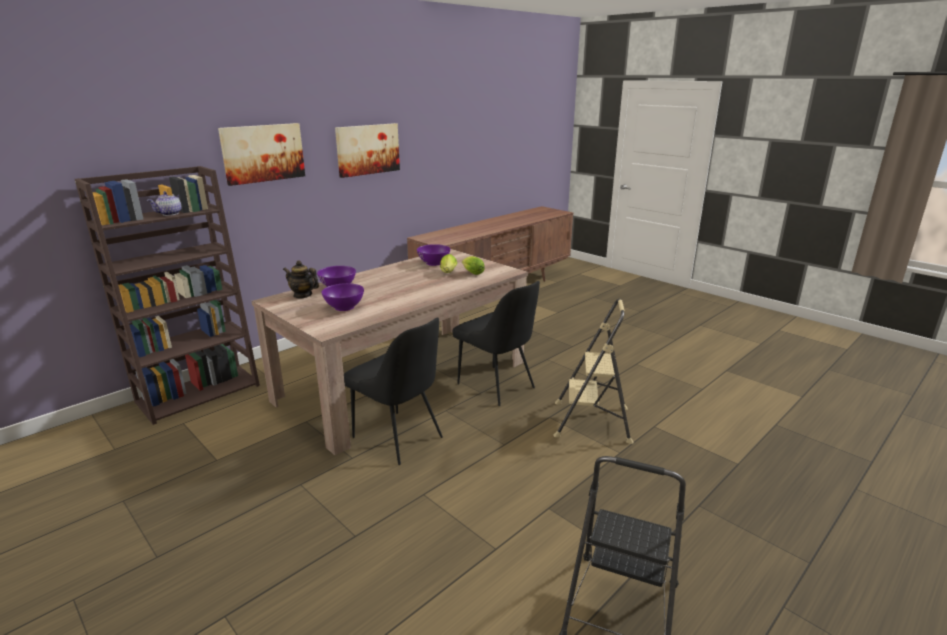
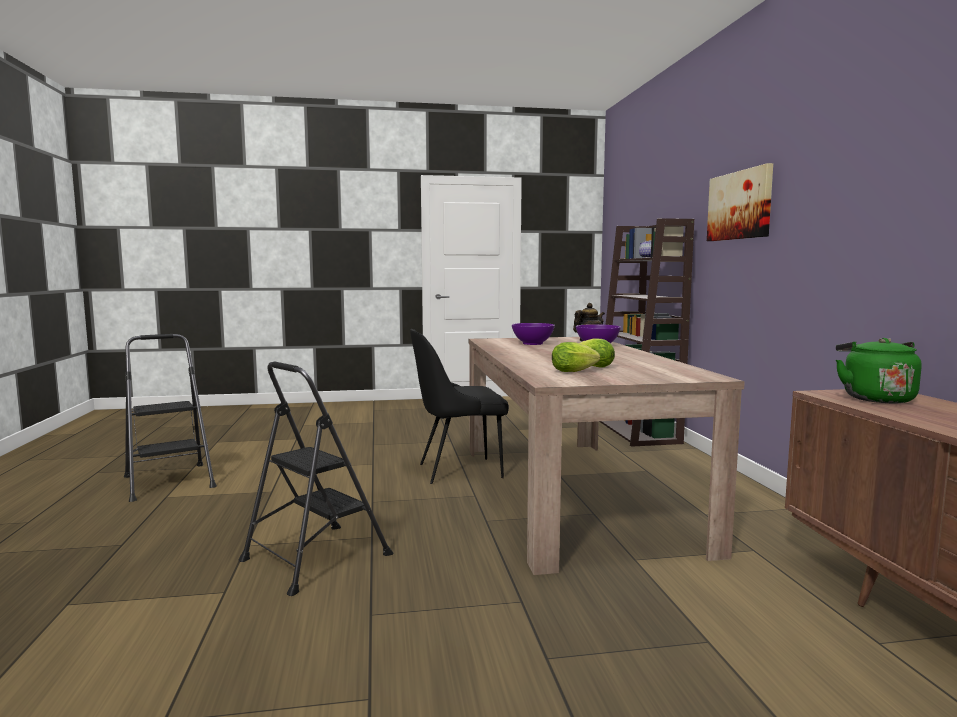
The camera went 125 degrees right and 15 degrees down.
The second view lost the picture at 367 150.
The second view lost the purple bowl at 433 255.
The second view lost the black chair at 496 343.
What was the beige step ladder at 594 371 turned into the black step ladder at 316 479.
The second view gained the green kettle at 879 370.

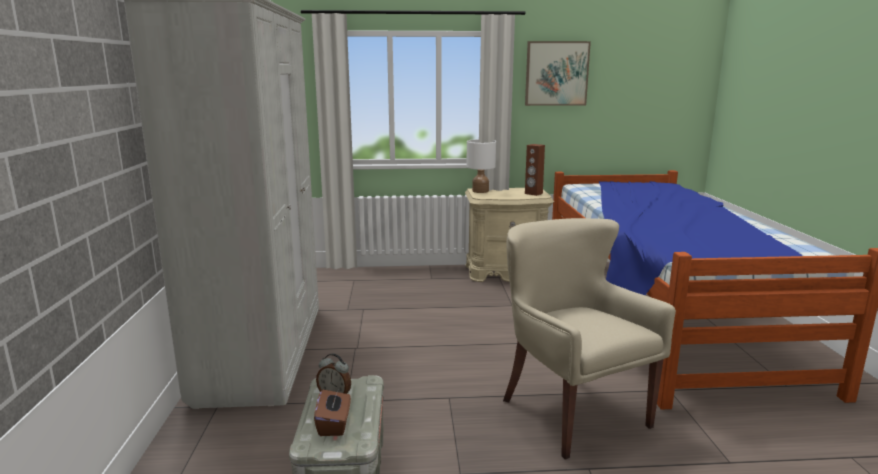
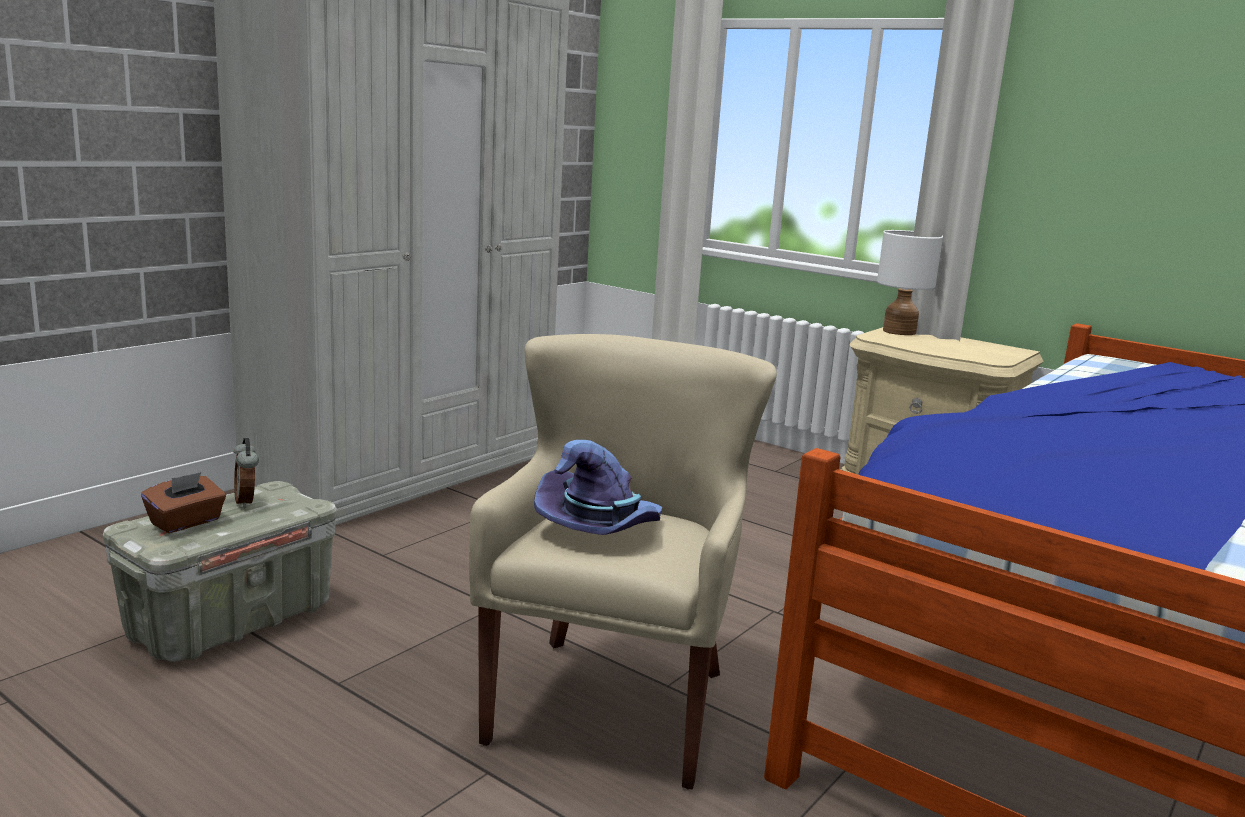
The camera went 40 degrees right and 0 degrees up.
The second view lost the picture at 558 73.
The second view lost the brown speaker at 535 170.
The second view gained the purple hat at 598 487.

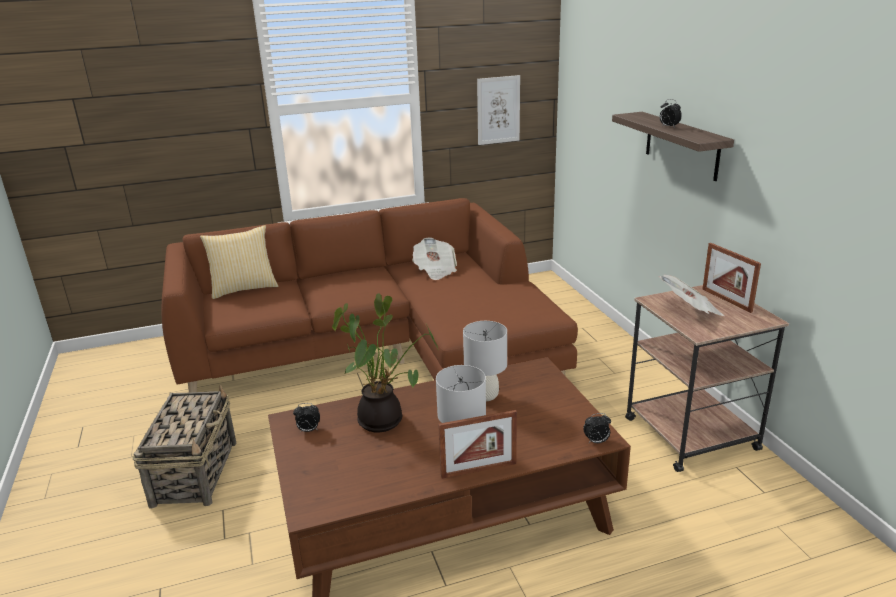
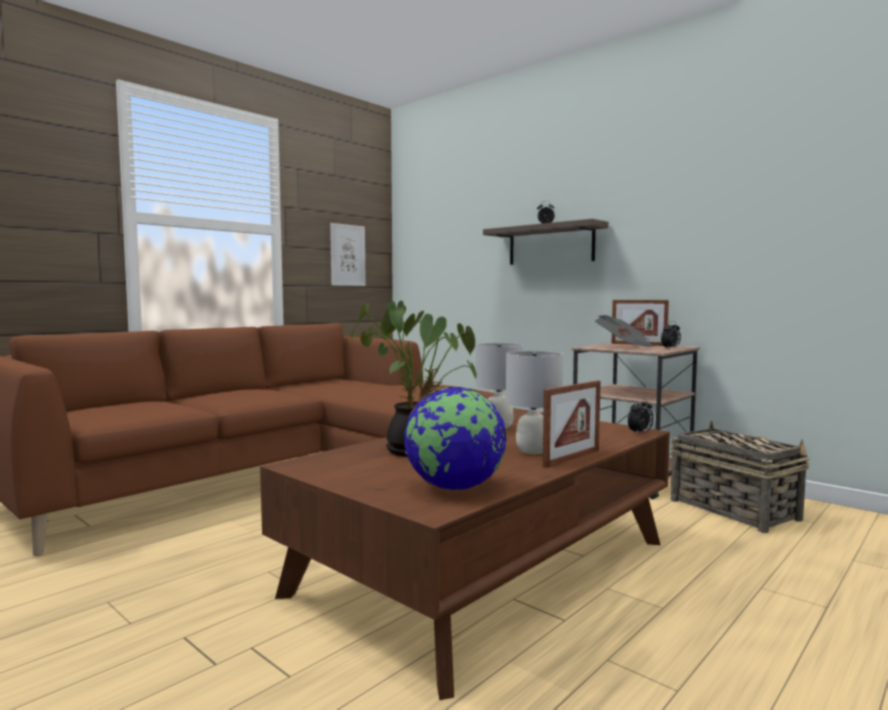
The camera went 30 degrees left and 20 degrees down.
The second view lost the pillow at 239 262.
The second view lost the newspaper at 434 259.
The basket ended up elsewhere, having gone from 185 446 to 740 477.
The alarm clock ended up elsewhere, having gone from 306 417 to 671 335.
The second view gained the globe at 455 438.

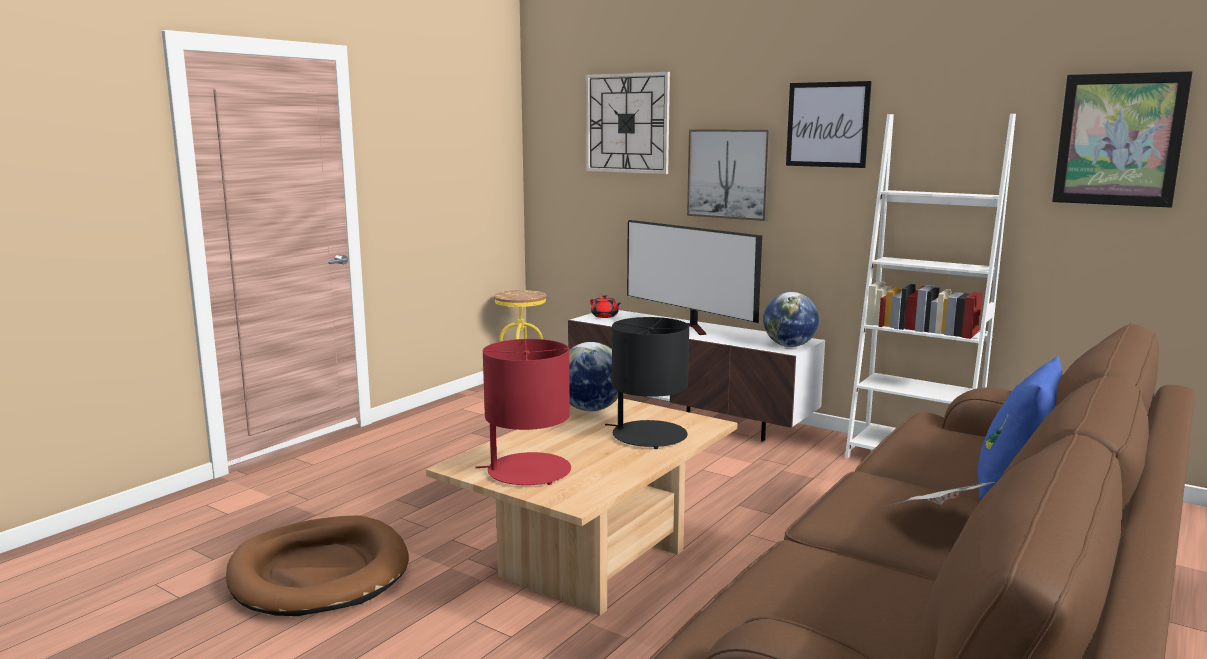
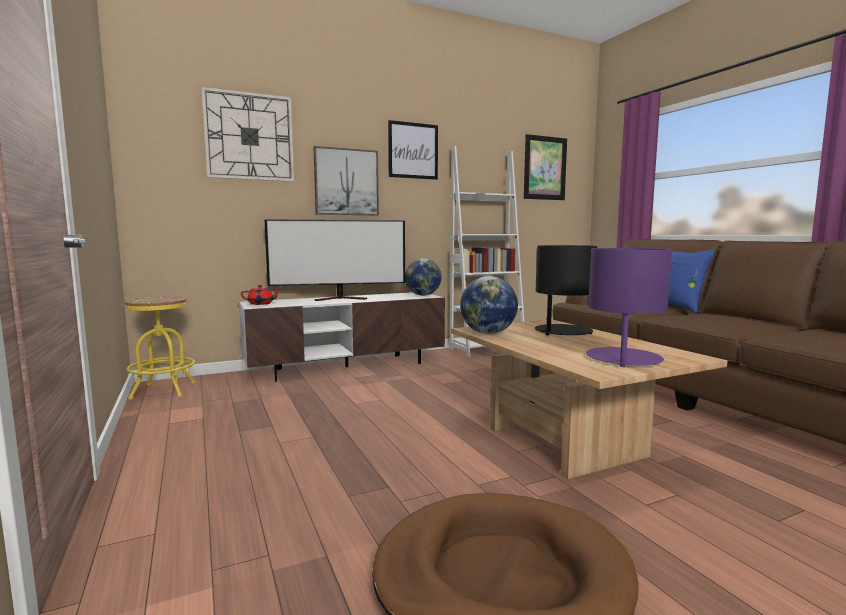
The camera went 60 degrees left and 5 degrees down.
What was the red table lamp at 523 412 turned into the purple table lamp at 629 307.
The second view lost the newspaper at 939 494.

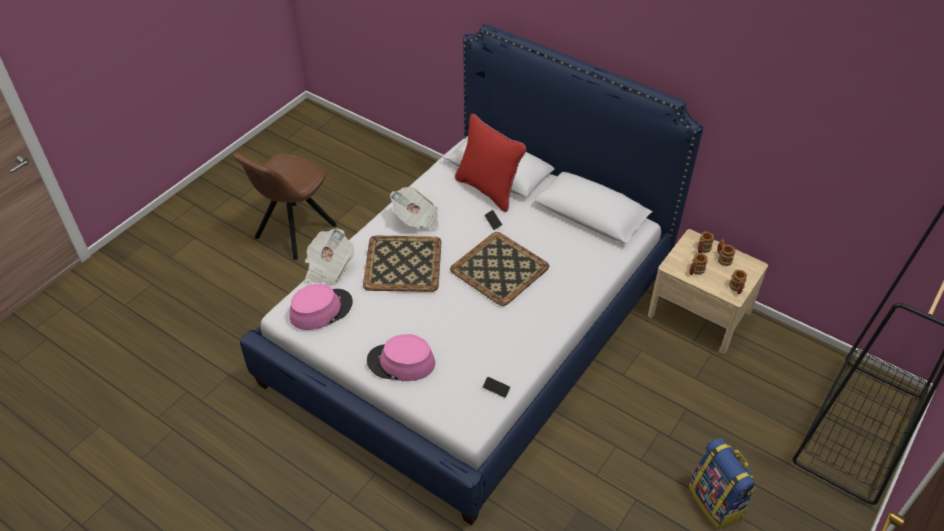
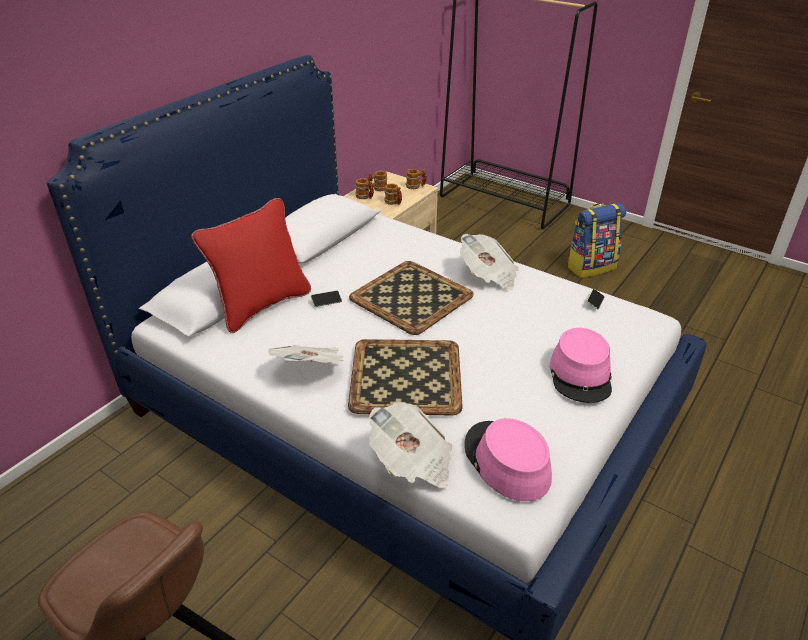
The camera went 90 degrees left and 10 degrees down.
The second view gained the newspaper at 489 262.

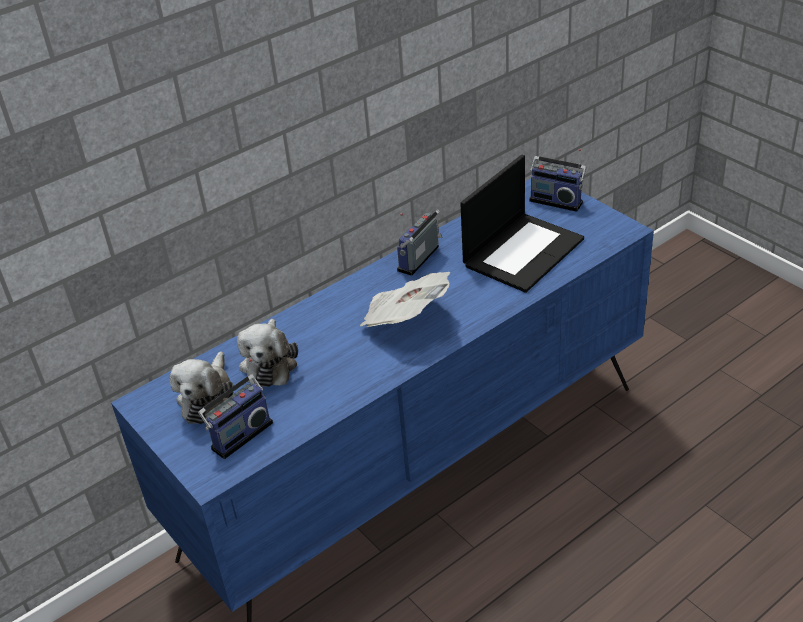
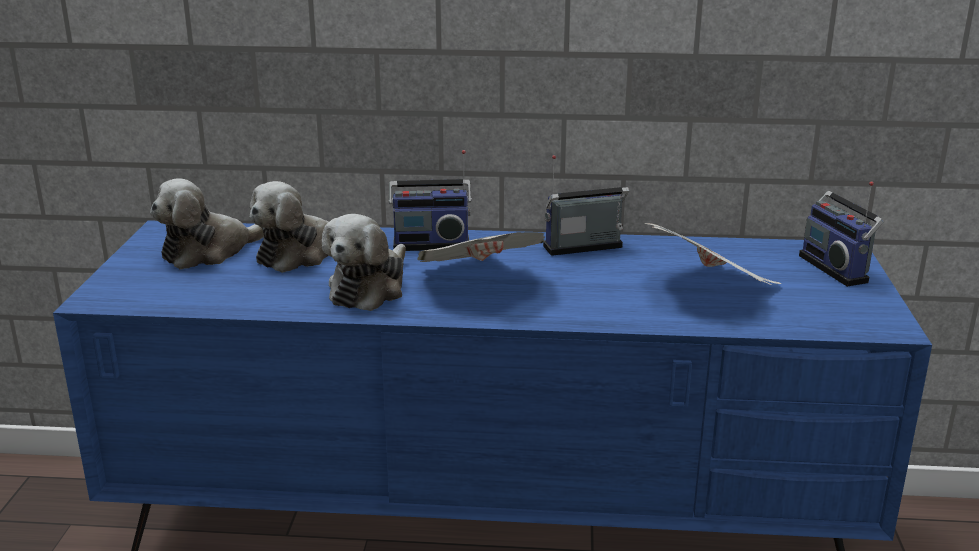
The camera went 40 degrees right and 15 degrees down.
Where the laptop stood at 522 223, the newspaper came to stand at 713 254.
The radio ended up elsewhere, having gone from 235 409 to 430 200.
The second view gained the plush toy at 364 262.

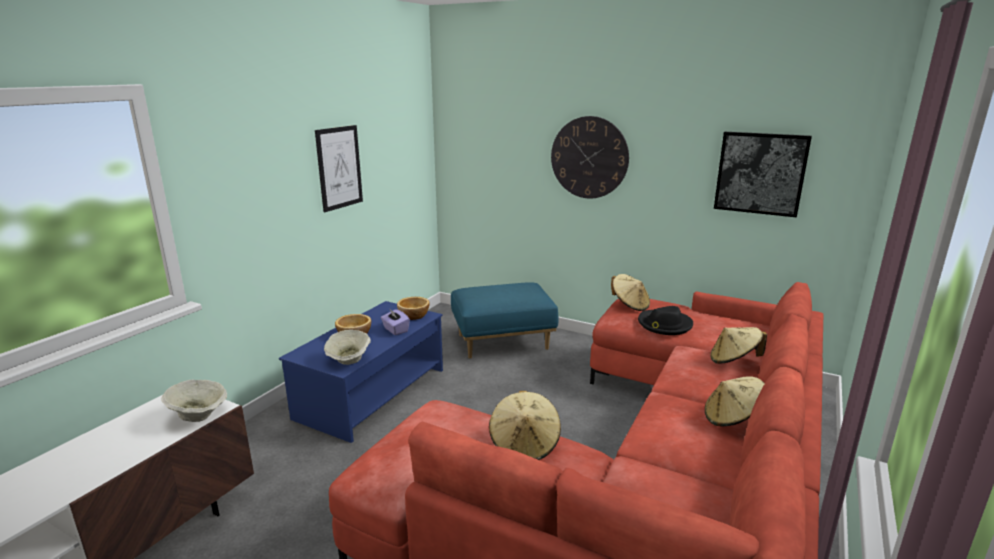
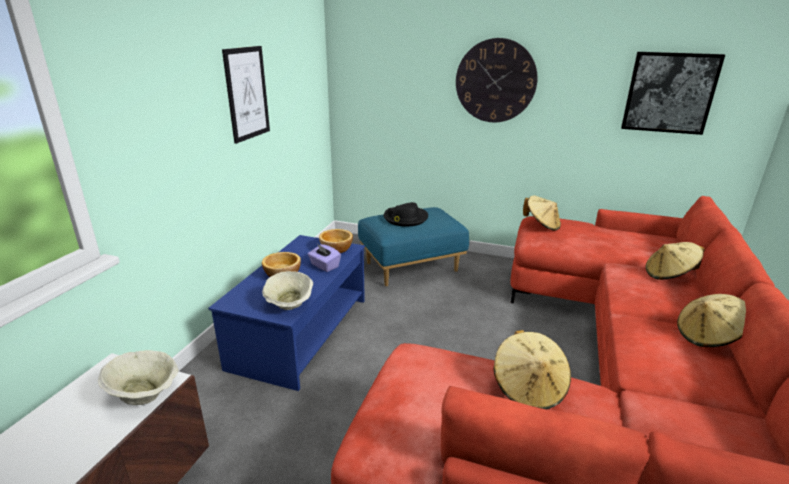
The camera went 10 degrees left and 5 degrees up.
The black hat ended up elsewhere, having gone from 665 320 to 406 214.

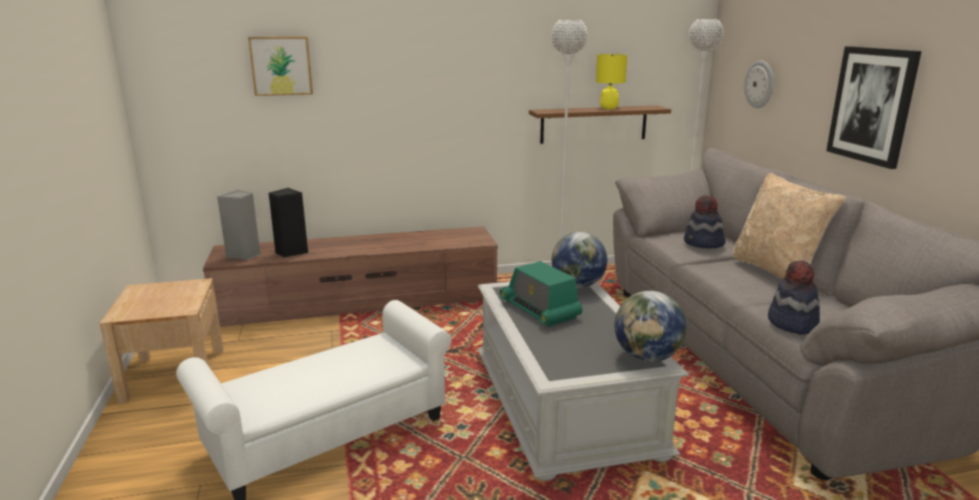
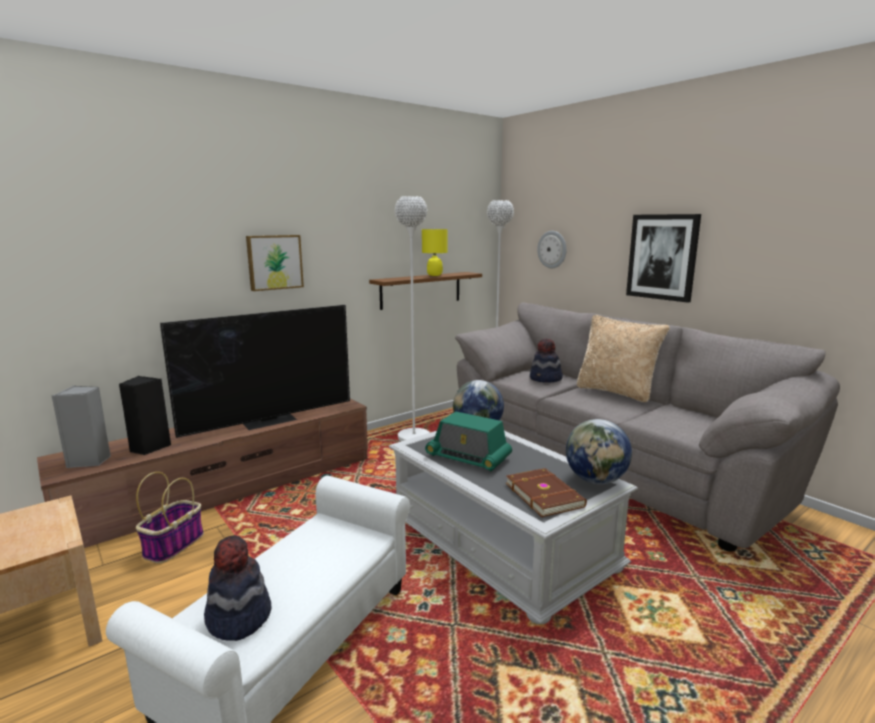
The camera went 25 degrees left and 5 degrees down.
The picture ended up elsewhere, having gone from 280 66 to 275 263.
The hat ended up elsewhere, having gone from 794 297 to 238 588.
The second view gained the television at 255 371.
The second view gained the brown book at 546 492.
The second view gained the basket at 170 517.

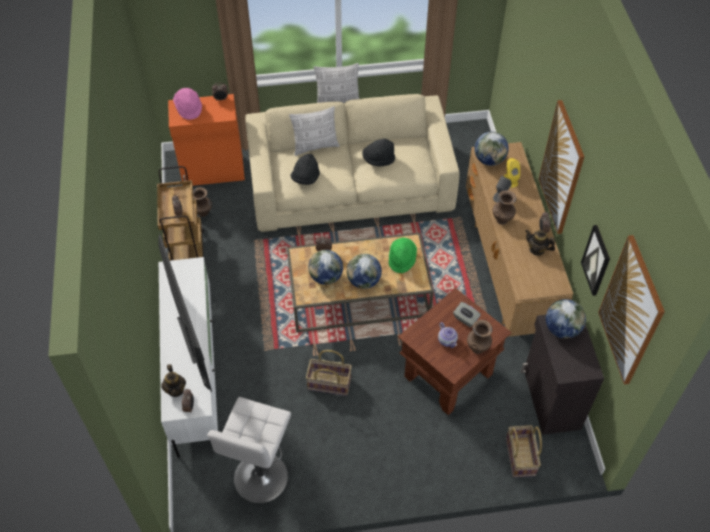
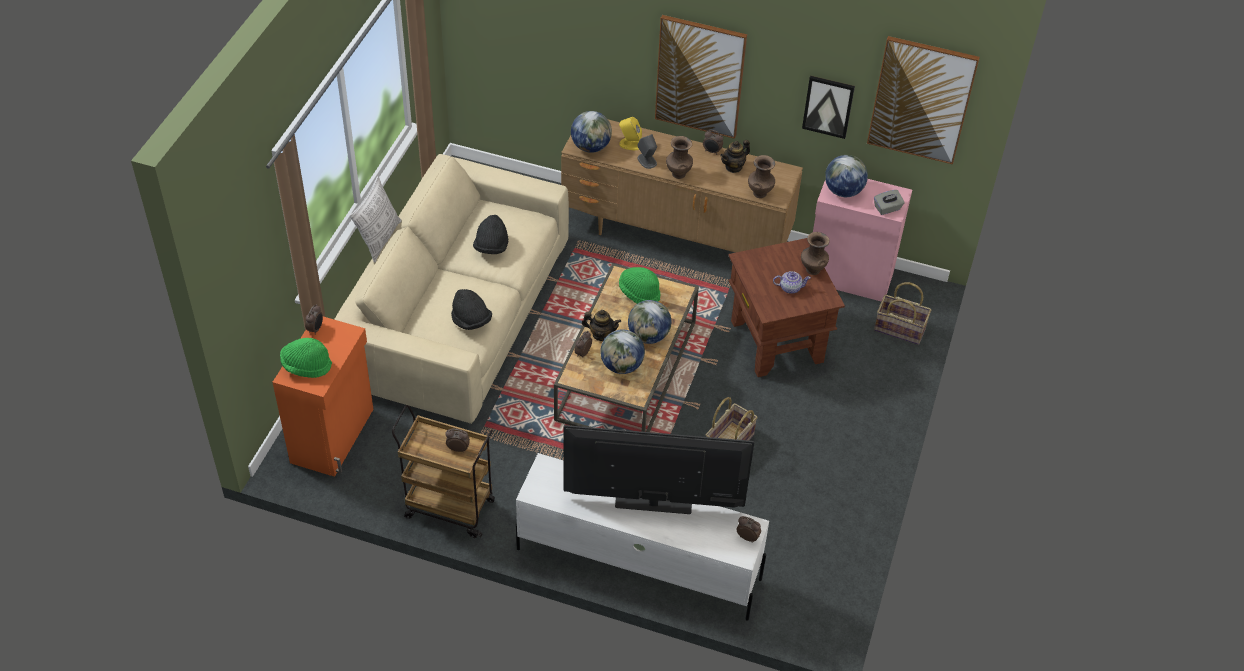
The camera went 65 degrees left and 5 degrees down.
What was the pink hat at 187 104 turned into the green hat at 306 358.
The second view lost the pillow at 314 131.
The brown vase ended up elsewhere, having gone from 202 202 to 761 176.
The grey tissue box ended up elsewhere, having gone from 467 314 to 889 202.
What was the black cabinet at 562 375 turned into the pink cabinet at 862 240.
The teapot ended up elsewhere, having gone from 173 380 to 601 325.
The second view lost the white stool at 249 450.

